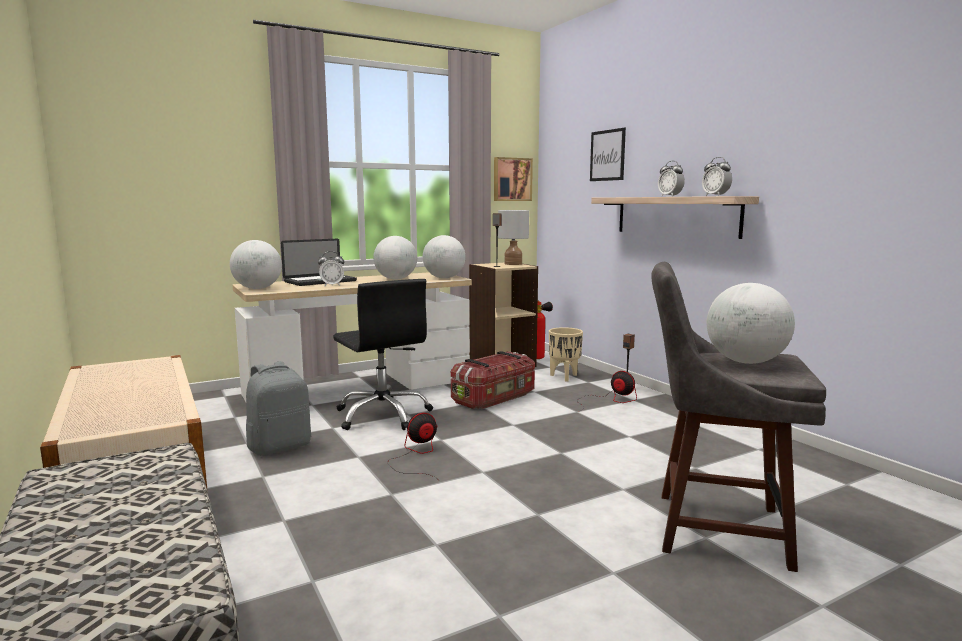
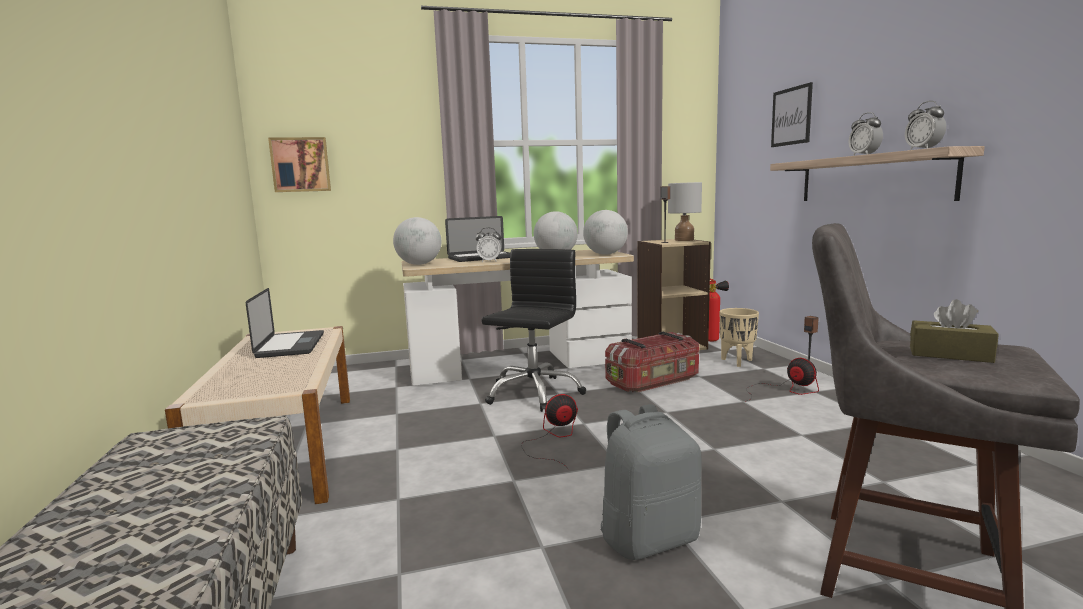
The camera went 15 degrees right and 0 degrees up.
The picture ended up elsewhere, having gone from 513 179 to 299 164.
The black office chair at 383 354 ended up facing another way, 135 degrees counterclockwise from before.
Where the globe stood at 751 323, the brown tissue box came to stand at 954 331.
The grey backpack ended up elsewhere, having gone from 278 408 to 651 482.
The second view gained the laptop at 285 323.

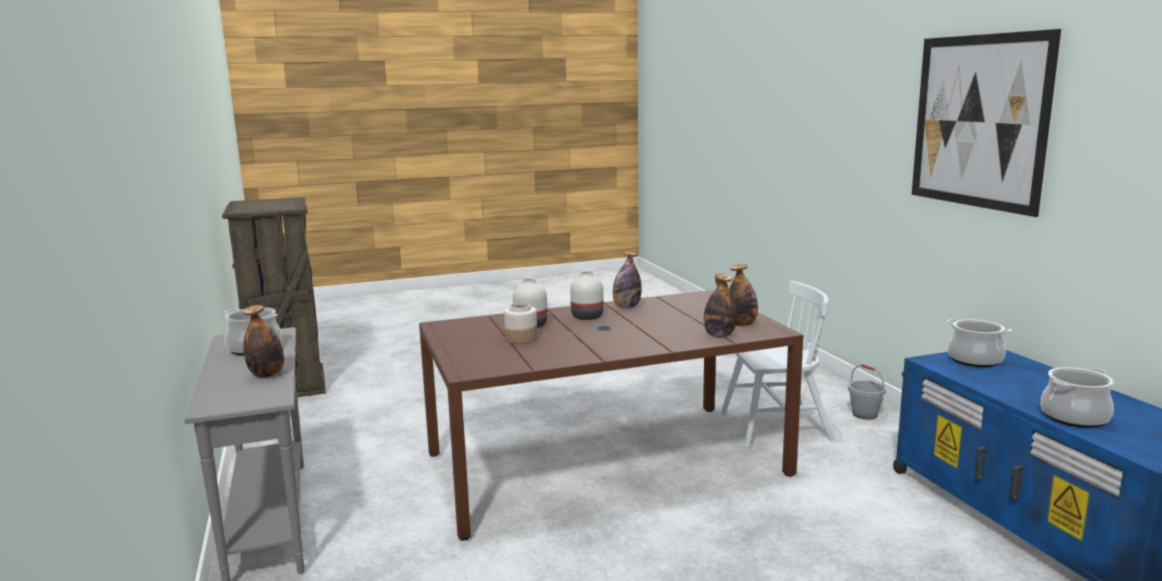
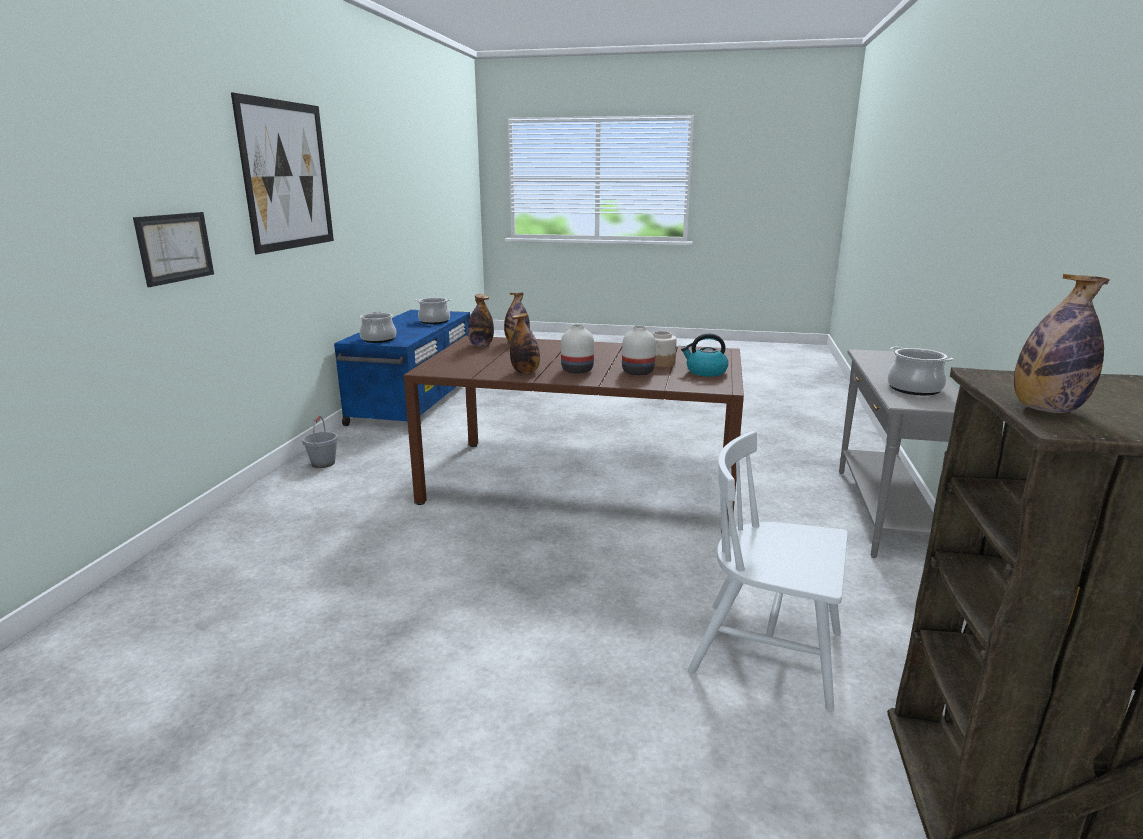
The camera went 150 degrees left and 5 degrees up.
The white chair ended up elsewhere, having gone from 777 364 to 768 571.
The bottle ended up elsewhere, having gone from 263 341 to 1062 343.
The second view gained the picture at 173 249.
The second view gained the kettle at 704 355.

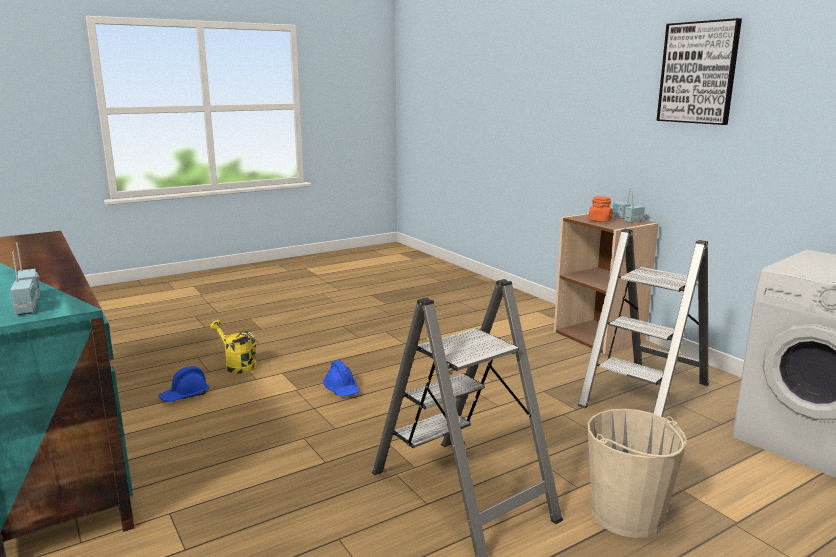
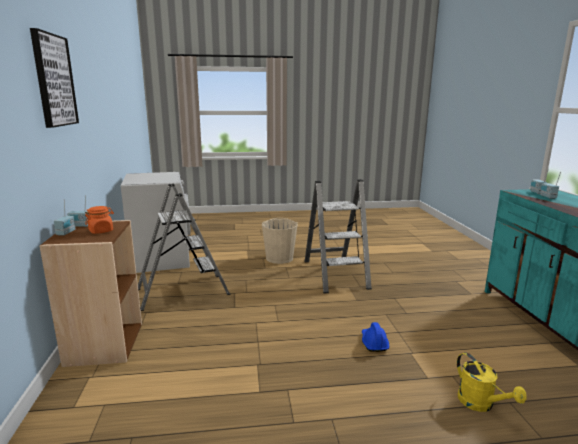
The camera went 155 degrees left and 0 degrees up.
The second view lost the blue hard hat at 183 384.

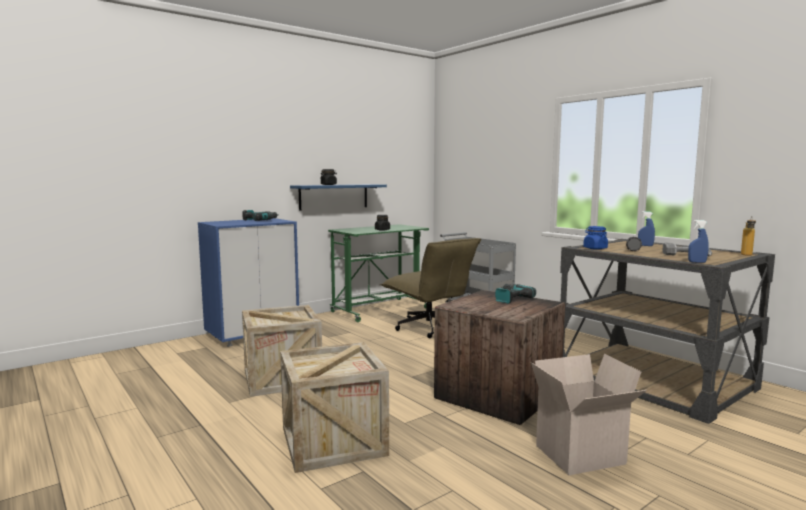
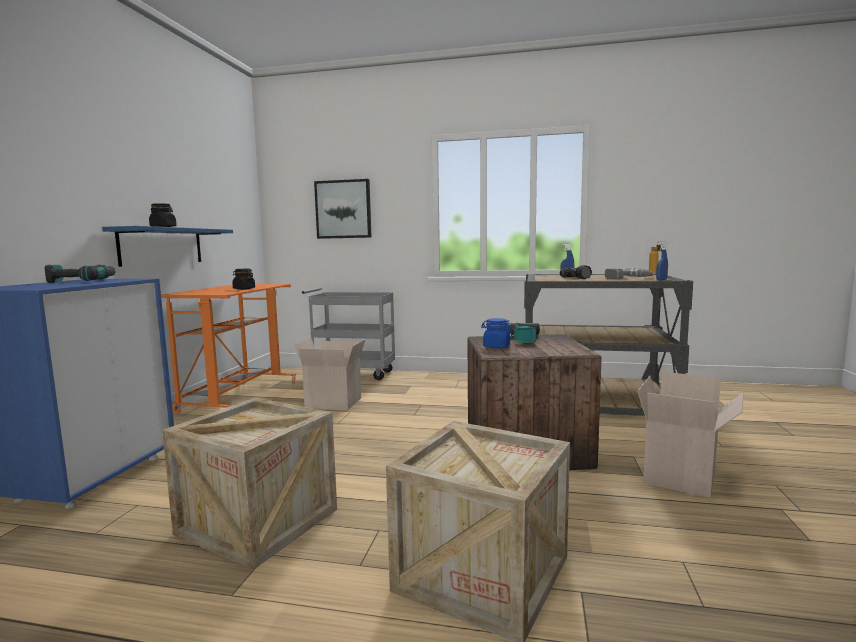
The camera went 40 degrees left and 0 degrees up.
What was the green desk at 378 273 turned into the orange desk at 228 349.
The blue jar ended up elsewhere, having gone from 595 238 to 496 333.
Where the beige office chair stood at 430 288, the cardboard box came to stand at 330 374.
The second view gained the picture at 343 209.

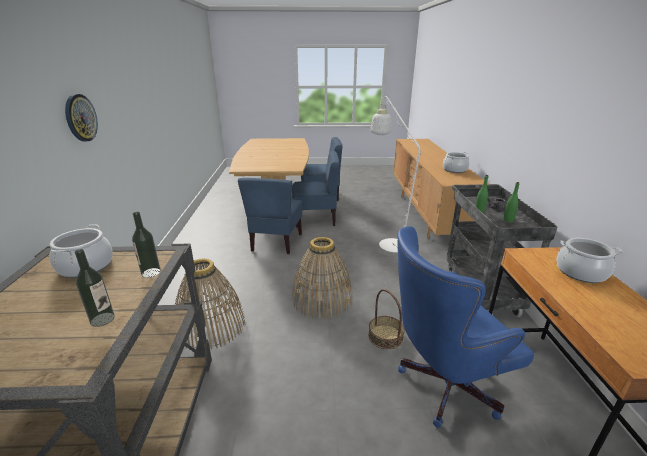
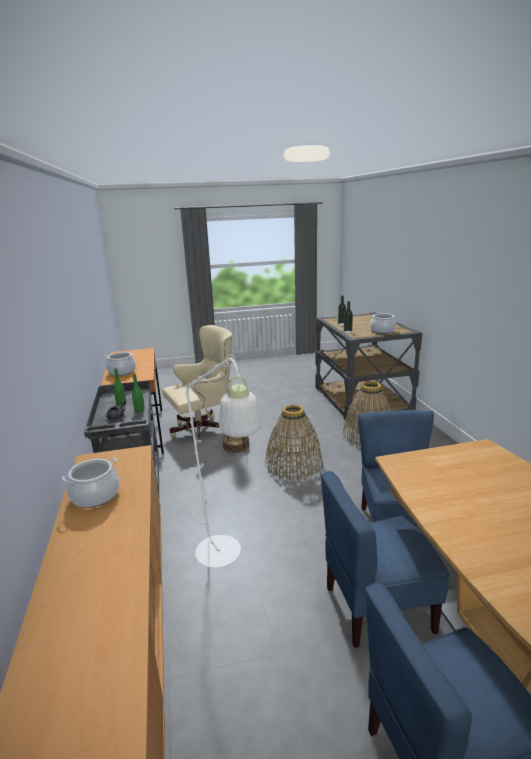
The camera went 170 degrees right and 5 degrees down.
The second view lost the wall clock at 81 117.
What was the blue office chair at 465 327 turned into the beige office chair at 197 384.

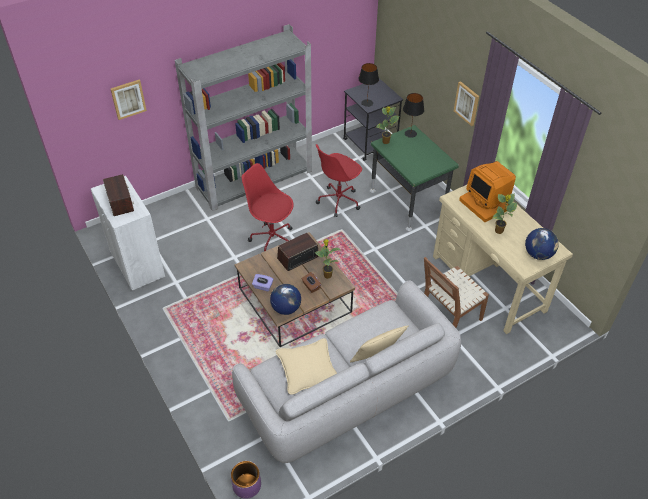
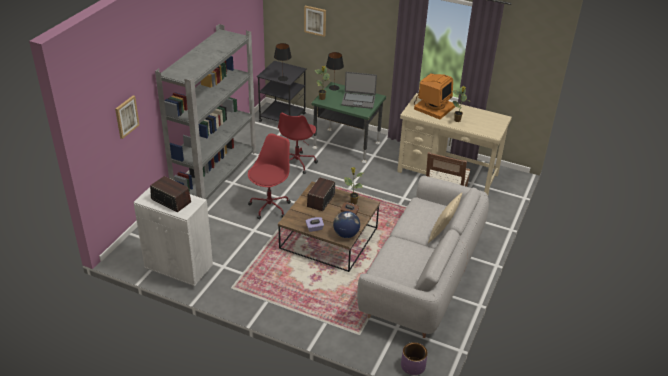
The camera went 35 degrees left and 10 degrees down.
The picture ended up elsewhere, having gone from 466 103 to 315 21.
The monitor at 487 191 ended up facing another way, 75 degrees counterclockwise from before.
The red office chair at 267 207 ended up facing another way, 120 degrees clockwise from before.
The second view lost the globe at 542 244.
The second view lost the beige pillow at 306 366.
The second view gained the laptop at 359 90.

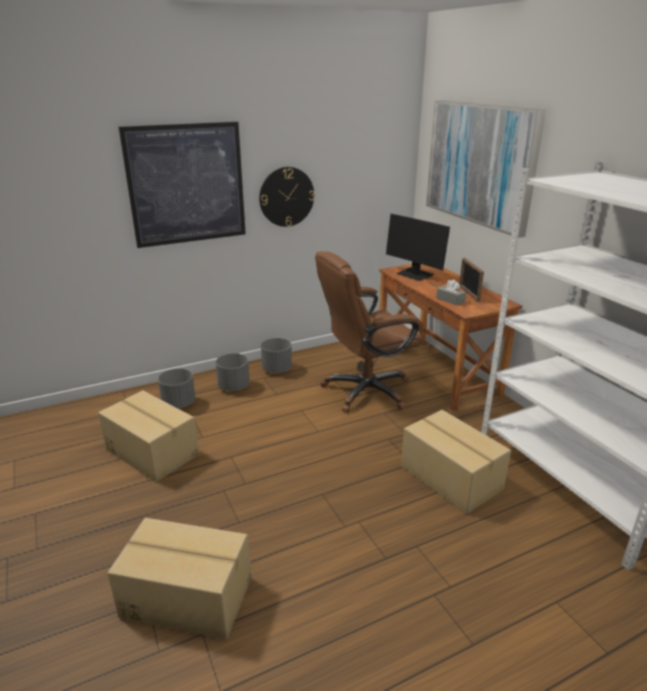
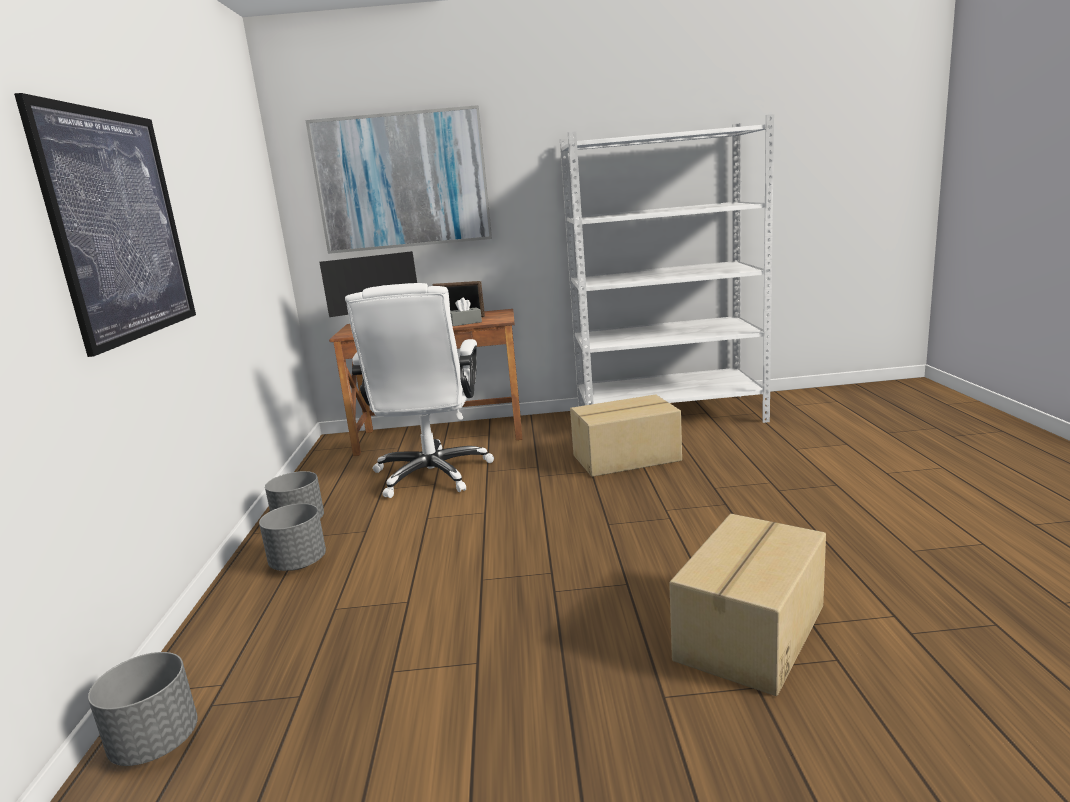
The camera went 65 degrees left and 10 degrees down.
The second view lost the wall clock at 287 197.
What was the brown office chair at 368 332 turned into the white office chair at 419 390.
The grey planter ended up elsewhere, having gone from 176 388 to 143 709.
The second view lost the cardboard box at 148 436.

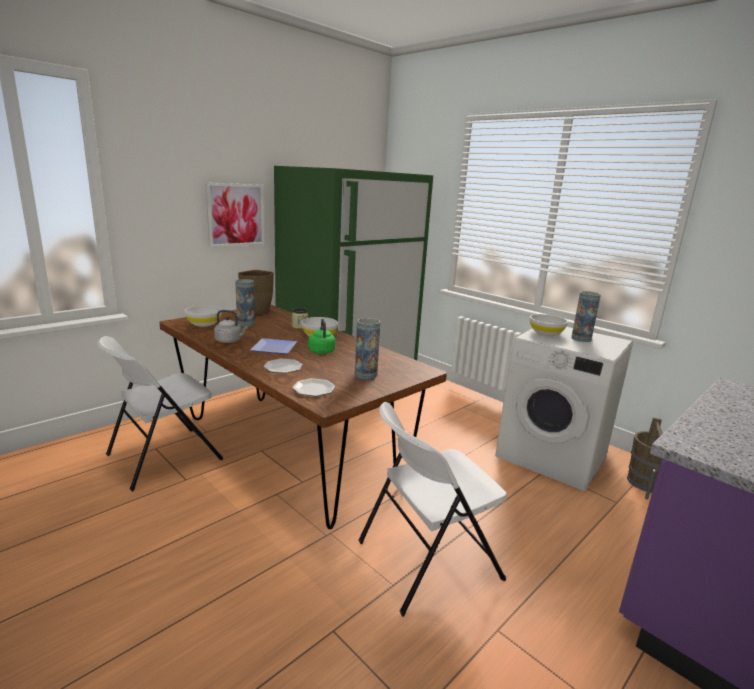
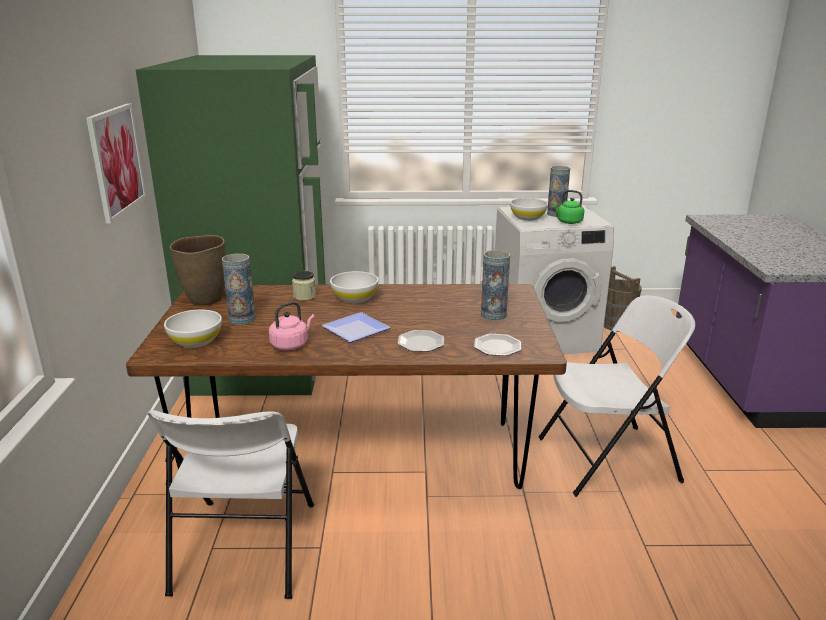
The camera went 45 degrees left and 5 degrees up.
What was the grey kettle at 231 326 turned into the pink kettle at 292 325.
The green kettle ended up elsewhere, having gone from 321 336 to 568 207.
The white chair at 432 509 ended up facing another way, 120 degrees counterclockwise from before.

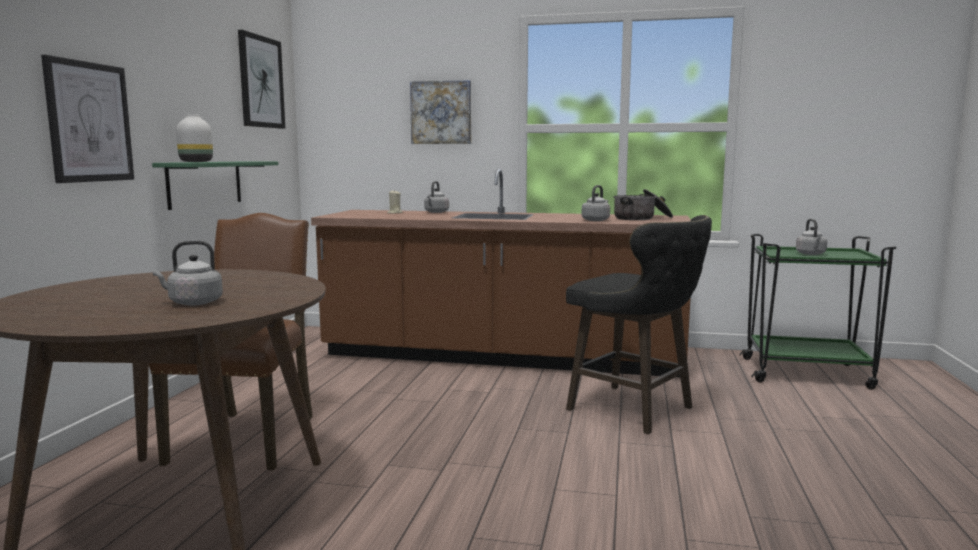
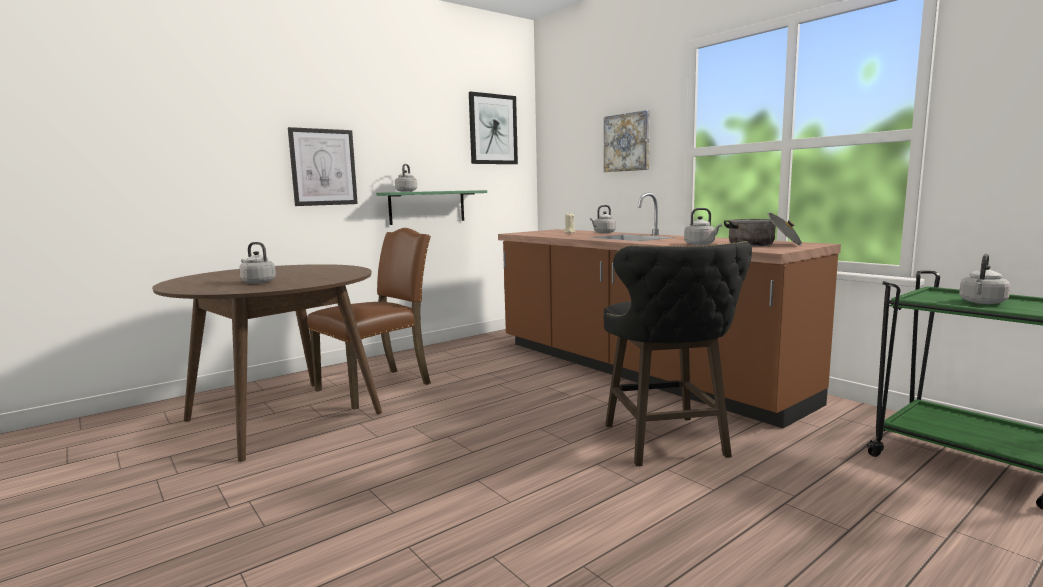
The camera went 40 degrees right and 0 degrees up.
Where the white vase stood at 194 138, the grey kettle came to stand at 406 178.

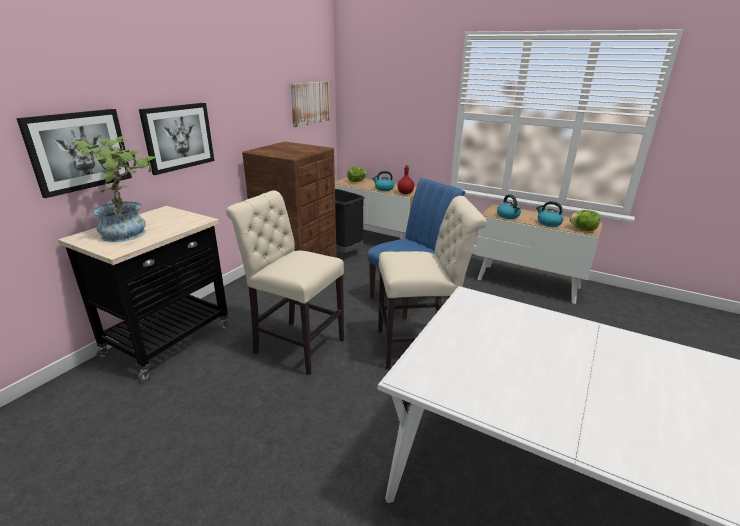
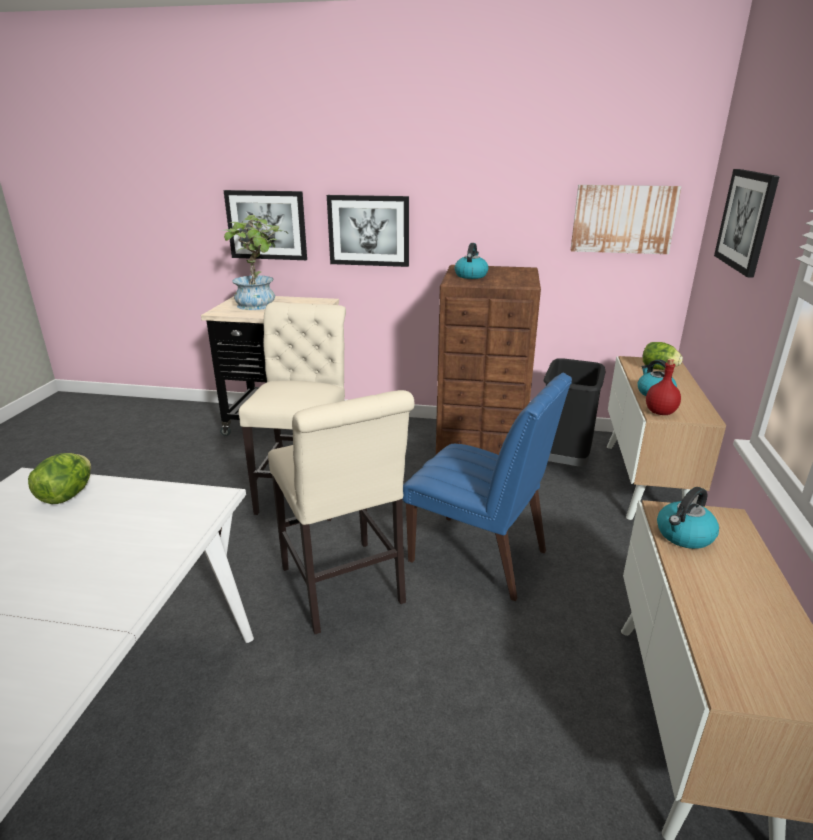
The camera went 70 degrees right and 0 degrees up.
The kettle ended up elsewhere, having gone from 549 214 to 471 261.
The lettuce ended up elsewhere, having gone from 584 220 to 59 478.
The second view gained the picture at 747 223.

